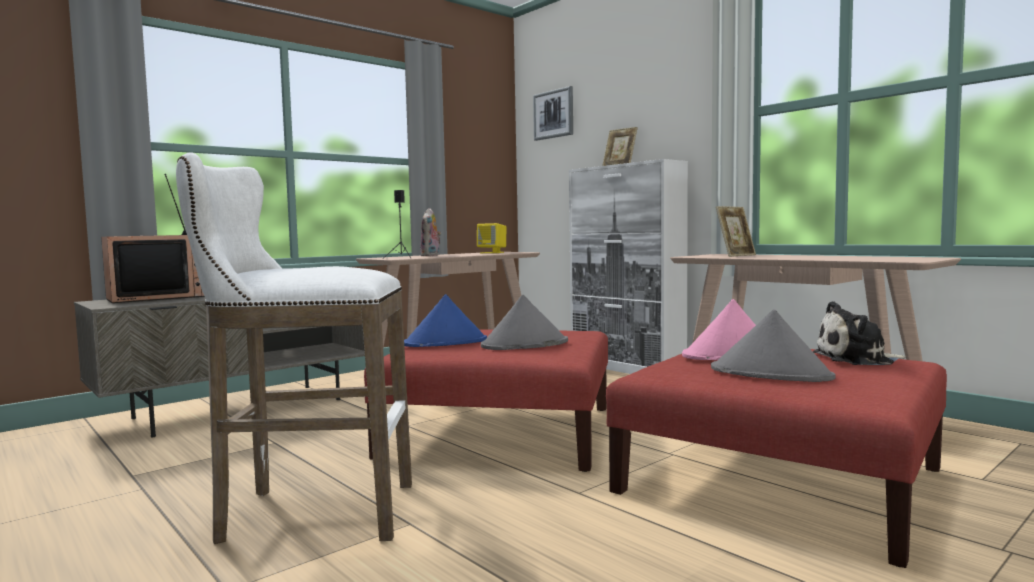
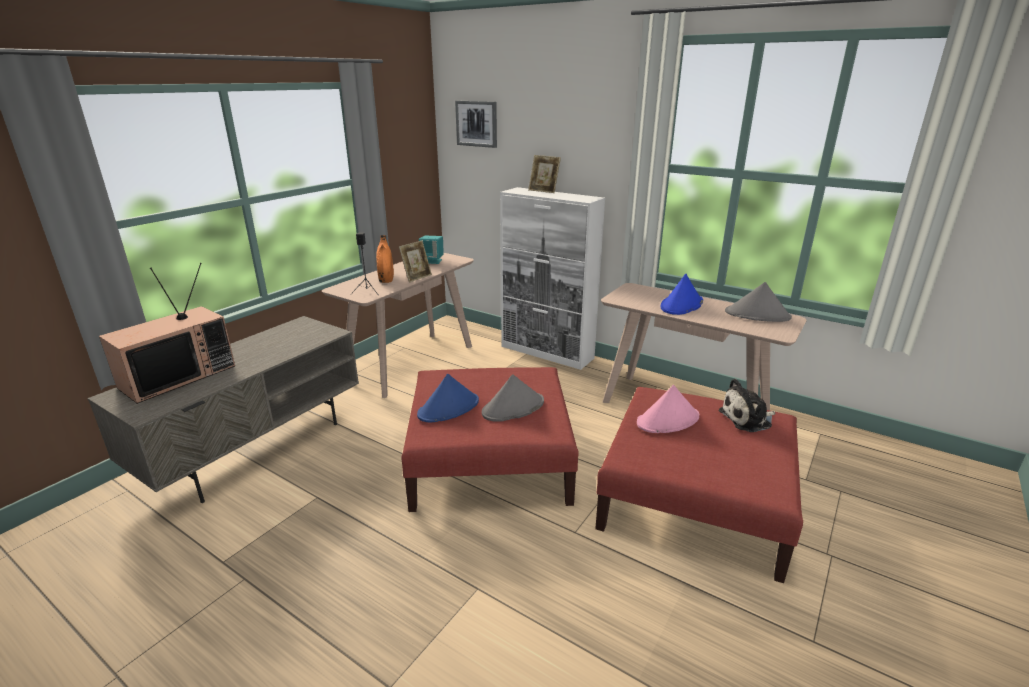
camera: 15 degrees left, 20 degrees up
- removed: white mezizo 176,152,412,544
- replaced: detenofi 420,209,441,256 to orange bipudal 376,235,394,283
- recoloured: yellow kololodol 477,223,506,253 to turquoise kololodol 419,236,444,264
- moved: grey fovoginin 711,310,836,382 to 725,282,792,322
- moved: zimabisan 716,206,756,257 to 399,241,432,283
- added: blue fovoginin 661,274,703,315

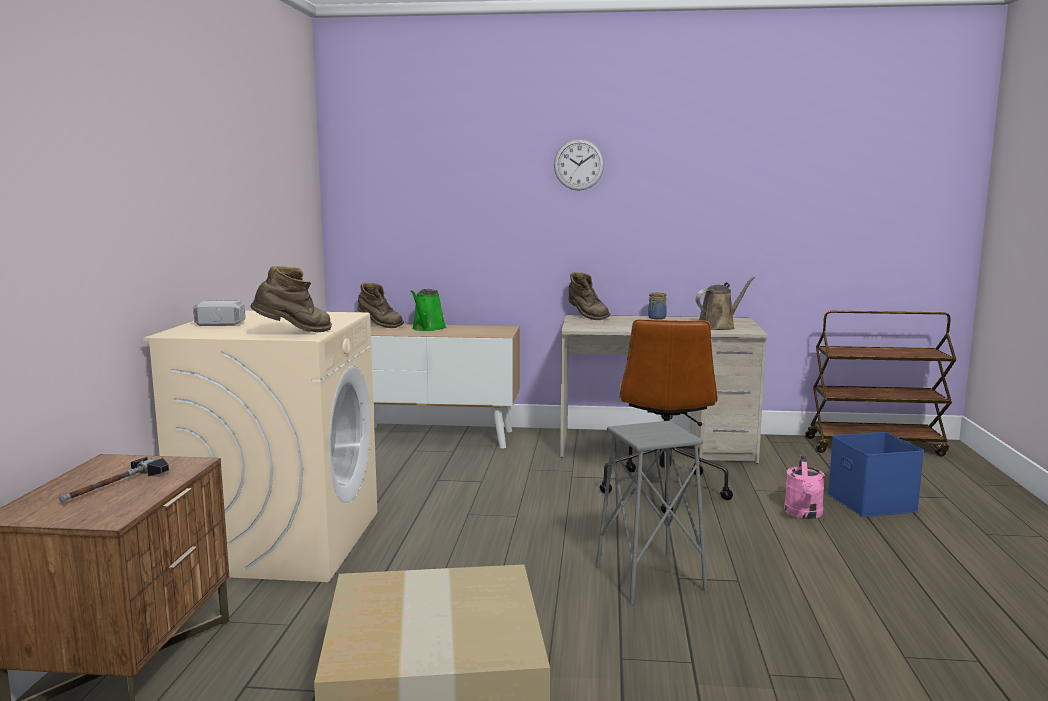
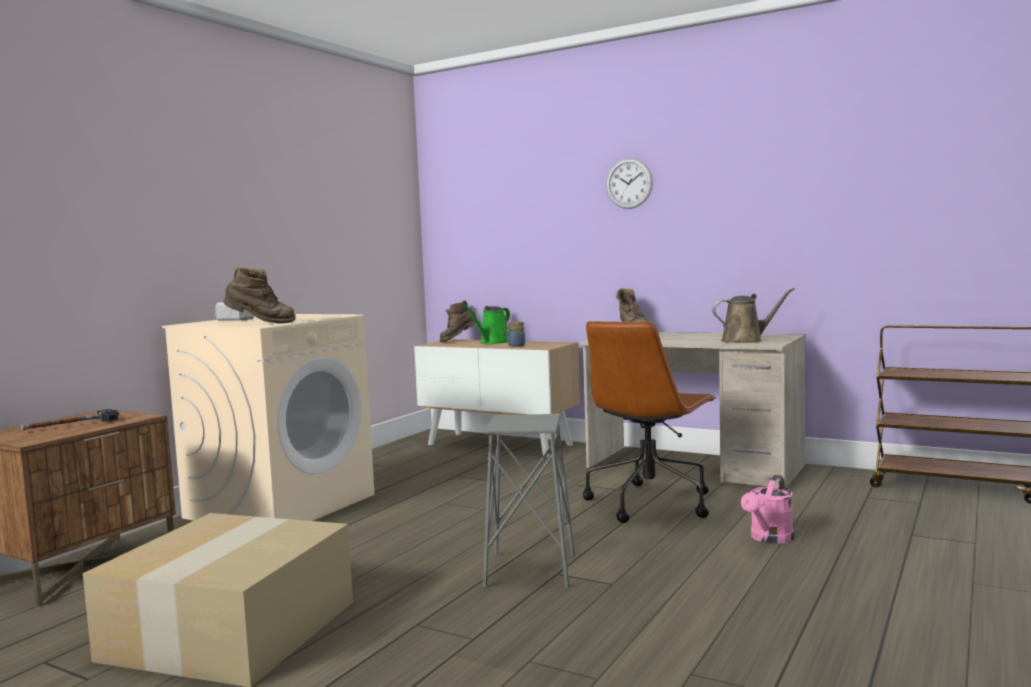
camera: 25 degrees right, 5 degrees down
- turned: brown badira 358,283,404,328 = 440,300,479,342 90 degrees clockwise
- moved: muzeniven 648,292,667,319 to 506,322,525,347
- removed: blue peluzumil 828,432,924,517

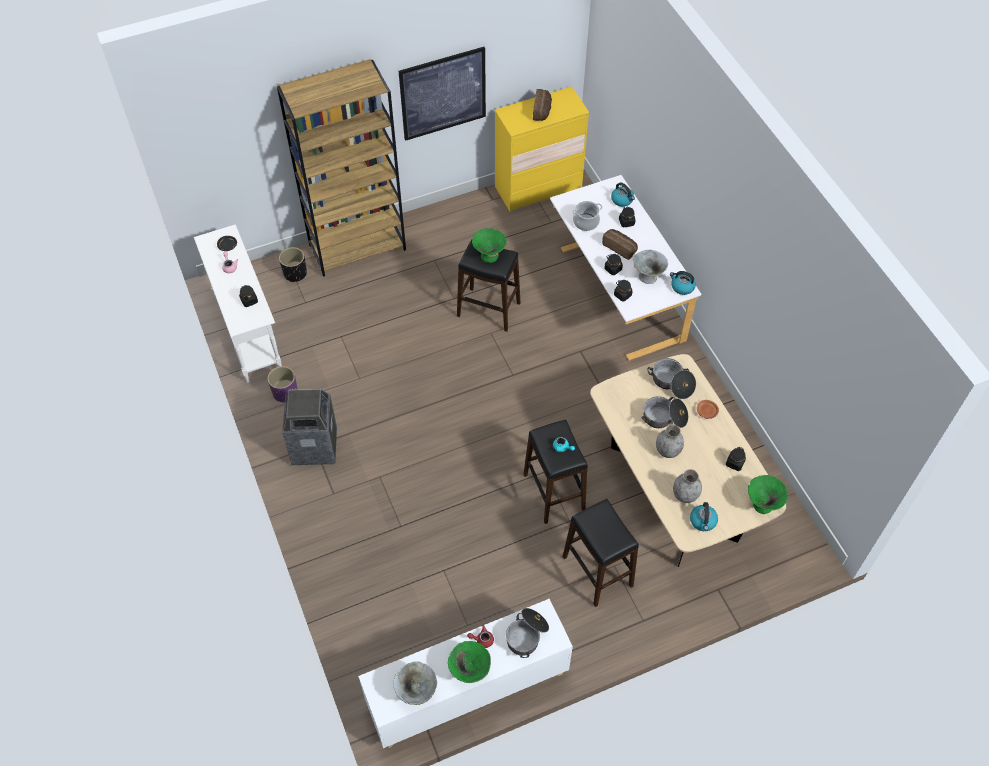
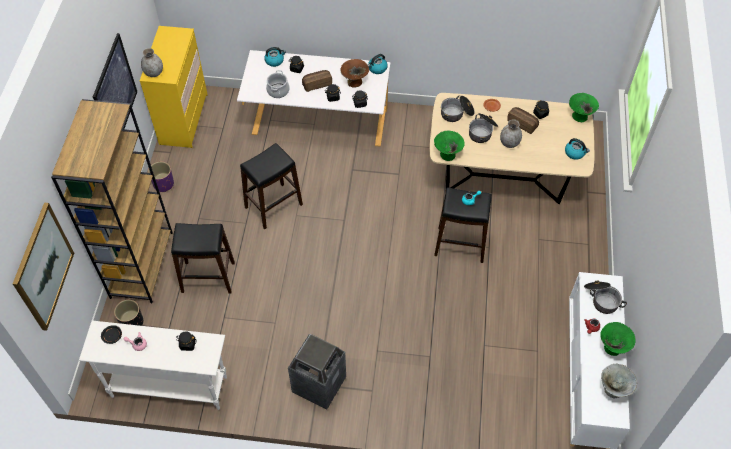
camera: 60 degrees left, 0 degrees up
- moved: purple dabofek 267,366,298,402 to 148,162,174,192
- moved: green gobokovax 472,228,507,263 to 434,131,465,161
- moved: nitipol 533,89,552,121 to 507,107,539,134
- moved: black mezizo 563,499,639,607 to 171,223,235,293
- recoloured: grey gobokovax 633,250,668,284 to brown gobokovax 340,59,369,88
- moved: grey bipudal 673,469,702,503 to 141,48,163,77
- added: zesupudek 13,202,74,331

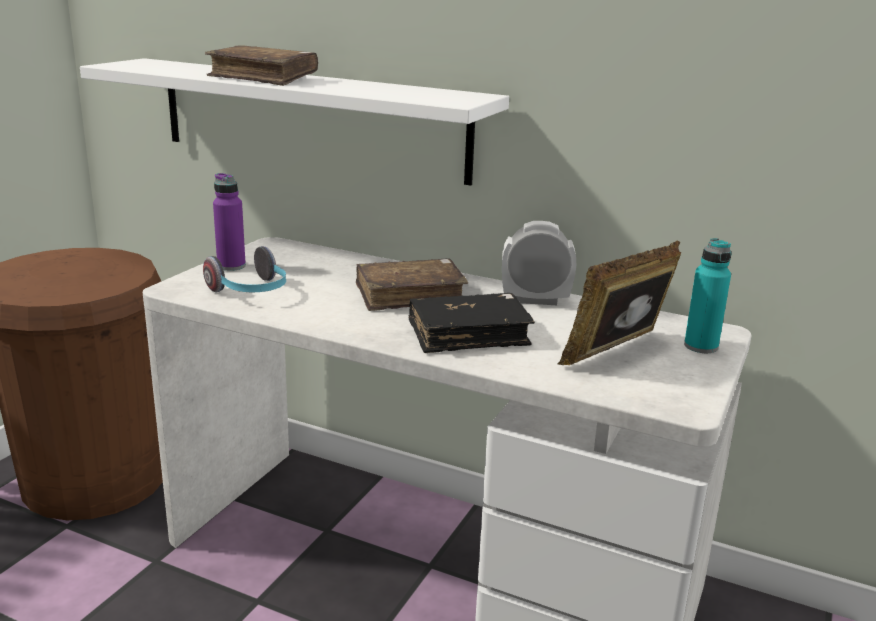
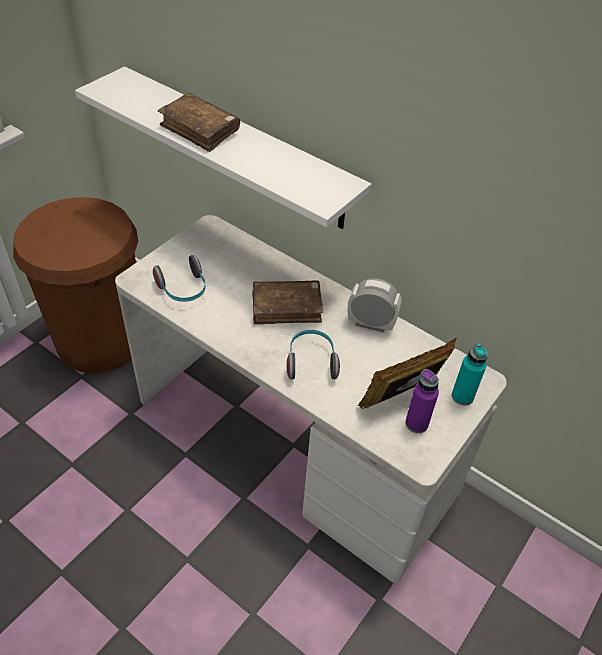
camera: 10 degrees right, 25 degrees up
- moved: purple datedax 213,173,246,271 to 405,369,439,433
- replaced: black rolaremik 409,293,535,353 to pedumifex 286,330,340,380

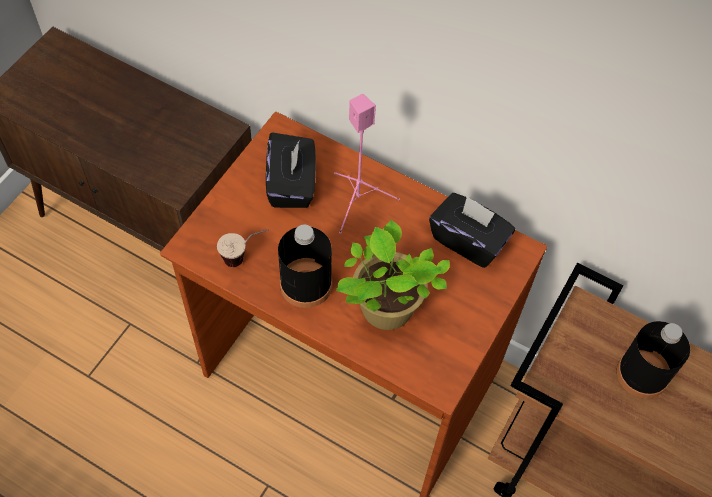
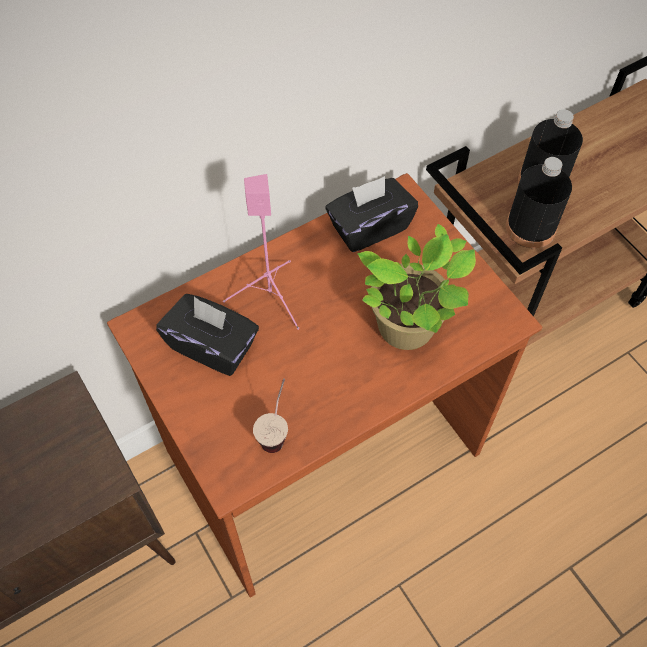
camera: 60 degrees left, 0 degrees up
- moved: black datedax 278,225,332,308 to 506,157,572,248

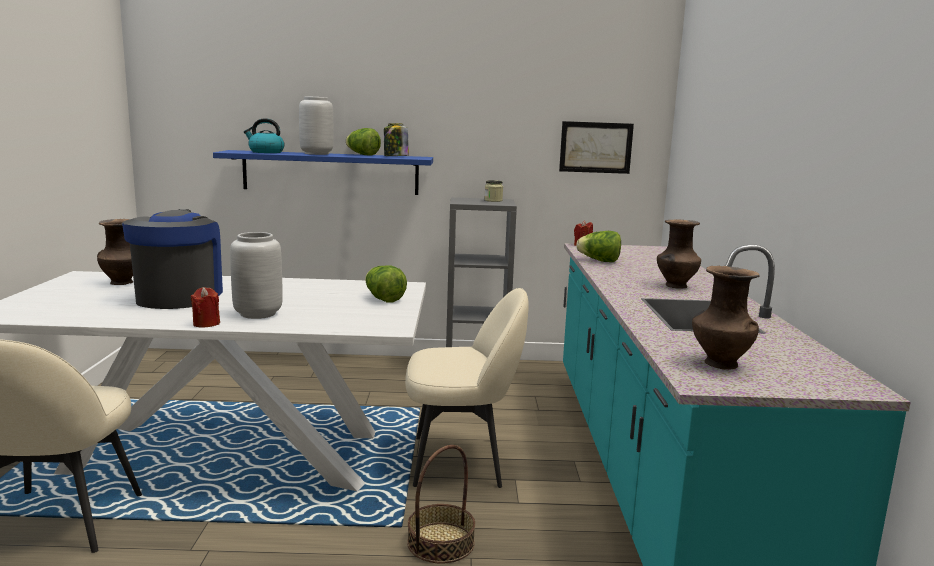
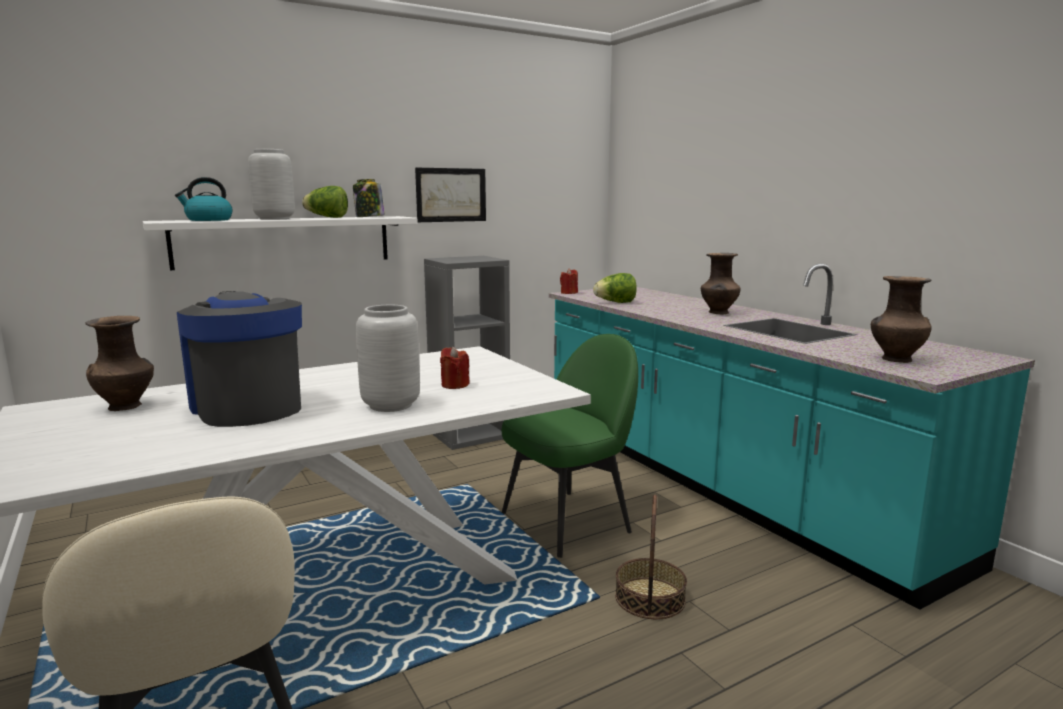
camera: 30 degrees left, 0 degrees up
- moved: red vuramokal 191,287,220,328 to 440,347,470,389
- recoloured: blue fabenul 213,150,433,195 to white fabenul 142,216,418,270
- removed: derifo 365,265,407,303
- recoloured: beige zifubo 405,288,529,488 to green zifubo 502,334,638,558
- removed: muzeniven 484,180,503,202
- moved: zesupudek 559,121,634,174 to 415,168,486,222

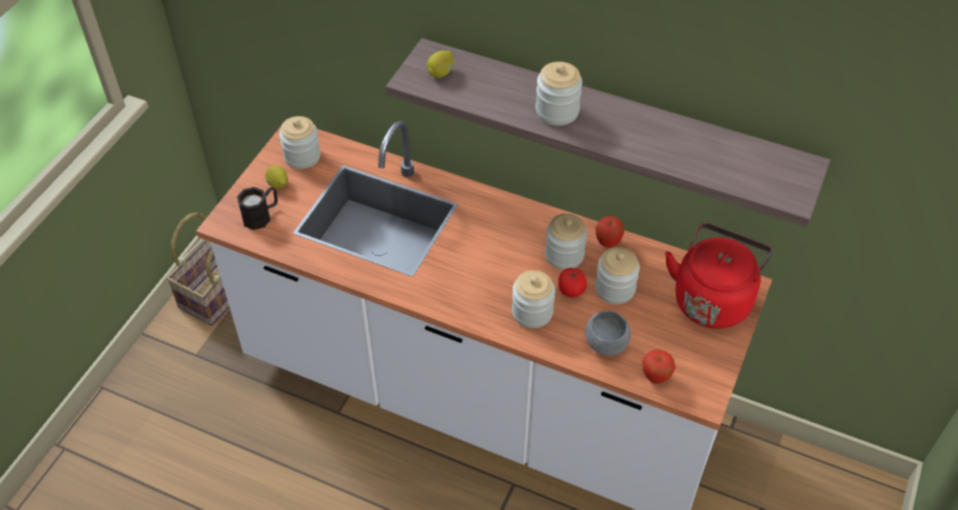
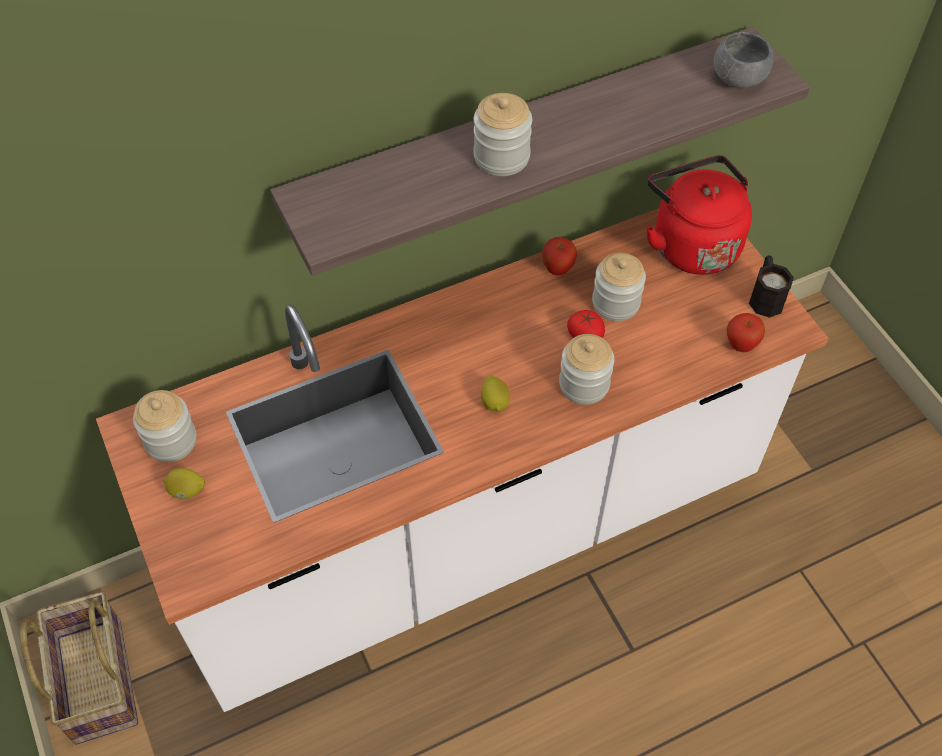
camera: 50 degrees left, 5 degrees up
- moved: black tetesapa 237,187,278,230 to 749,255,794,318
- moved: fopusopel 427,51,453,78 to 481,375,510,412
- removed: muzeniven 545,214,587,270
- moved: grey gobokovax 585,311,631,356 to 714,32,774,88

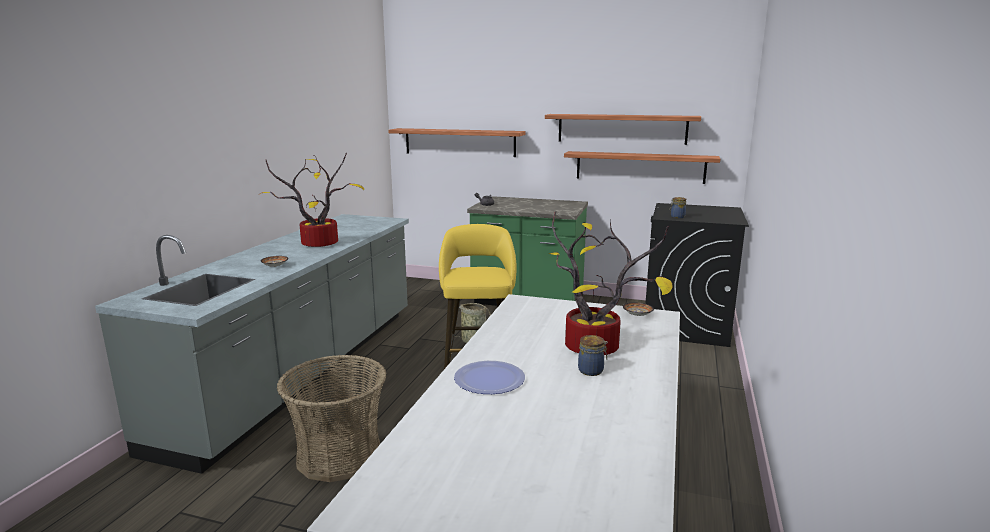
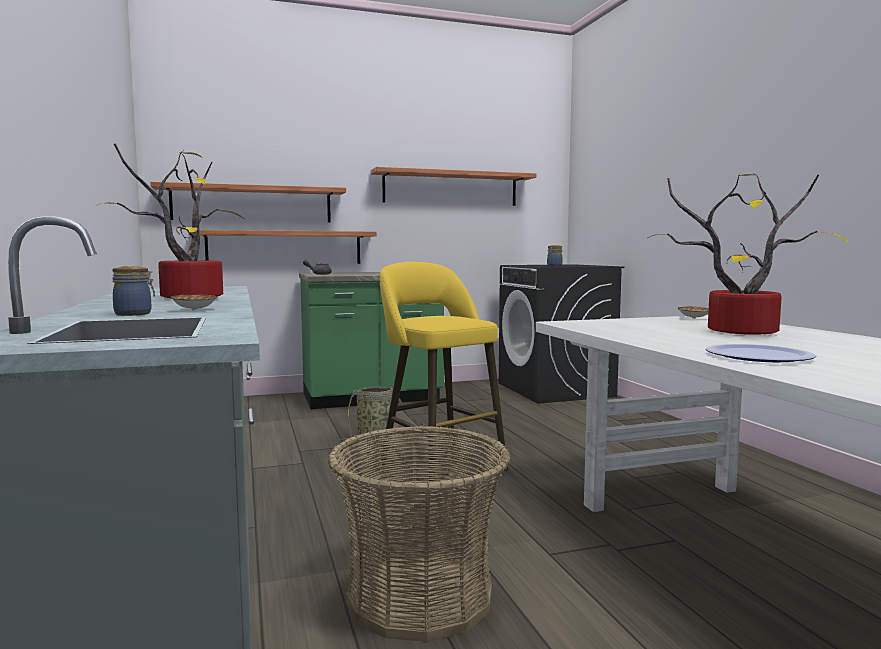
camera: 35 degrees left, 10 degrees down
- moved: fabenul 564,151,720,184 to 189,230,377,264
- moved: muzeniven 578,335,608,376 to 112,266,155,316

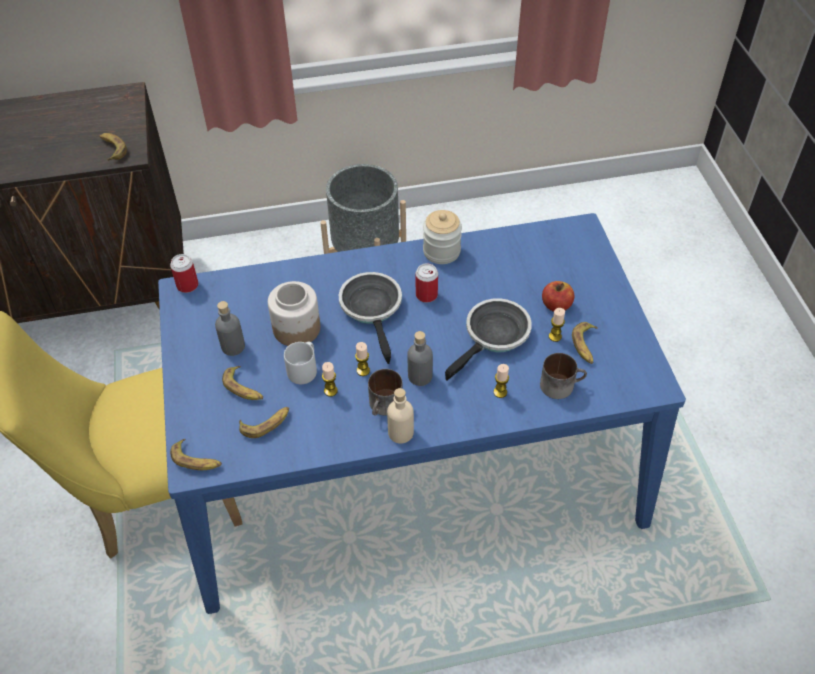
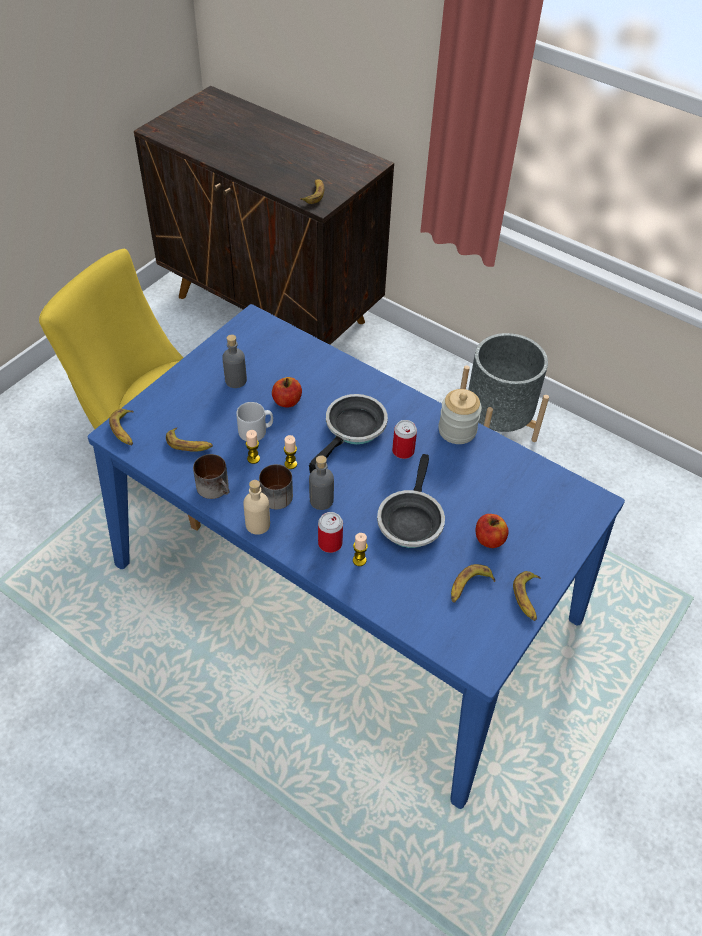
camera: 45 degrees right, 0 degrees up
- moved: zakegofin 170,254,198,293 to 318,512,343,553
- moved: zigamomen 222,366,263,400 to 513,571,541,621
- replaced: muzeniven 268,281,320,346 to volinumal 272,377,302,408
- turned: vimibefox 445,298,532,381 = 377,454,445,548 105 degrees clockwise
- moved: tetesapa 540,353,587,399 to 193,454,230,499
- removed: vuramokal 549,308,565,342

